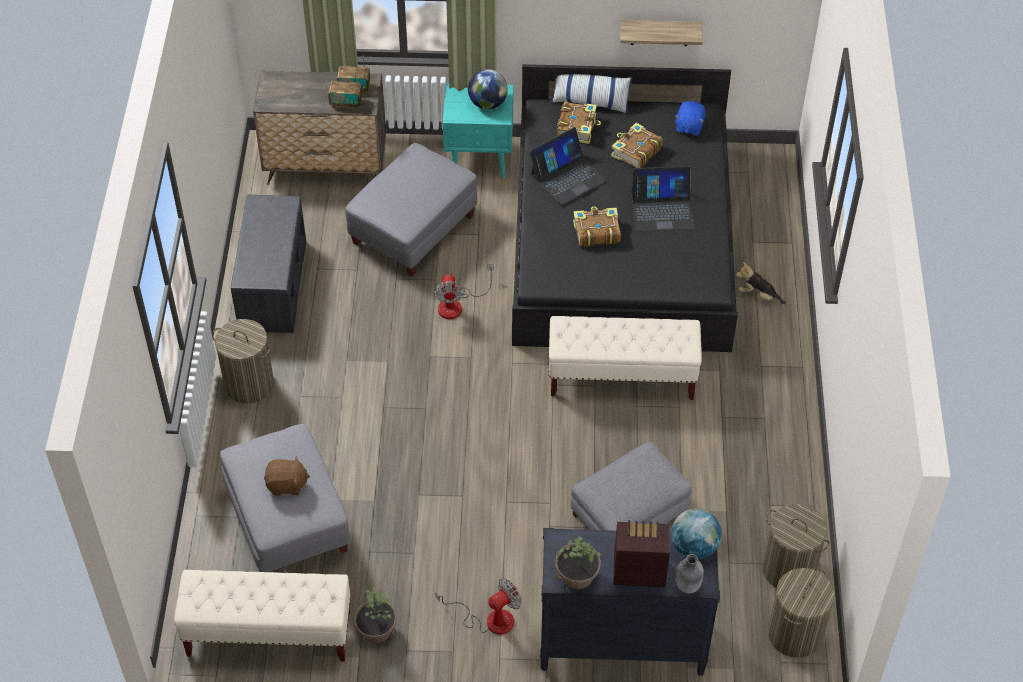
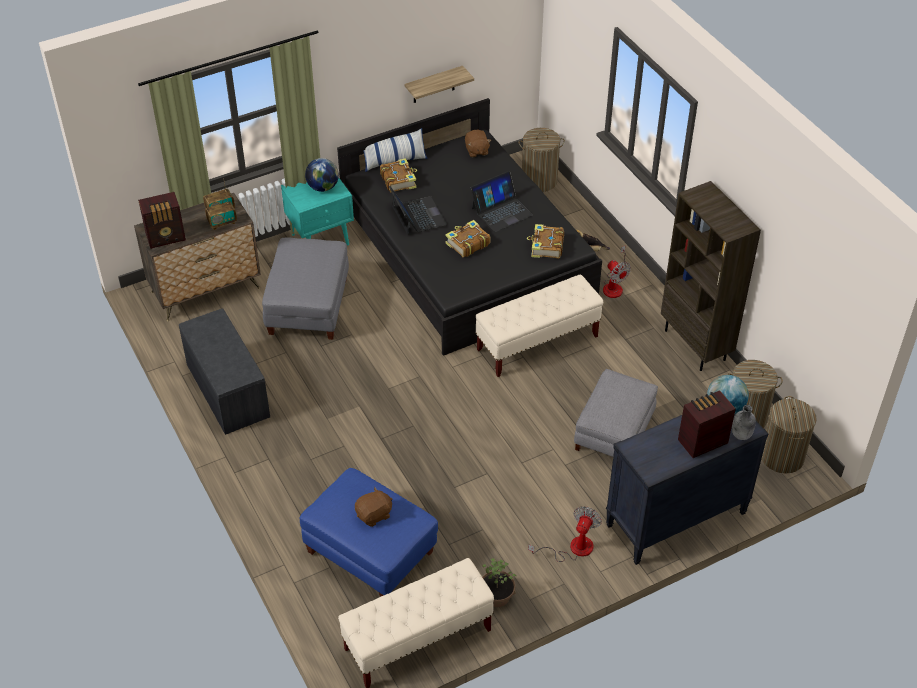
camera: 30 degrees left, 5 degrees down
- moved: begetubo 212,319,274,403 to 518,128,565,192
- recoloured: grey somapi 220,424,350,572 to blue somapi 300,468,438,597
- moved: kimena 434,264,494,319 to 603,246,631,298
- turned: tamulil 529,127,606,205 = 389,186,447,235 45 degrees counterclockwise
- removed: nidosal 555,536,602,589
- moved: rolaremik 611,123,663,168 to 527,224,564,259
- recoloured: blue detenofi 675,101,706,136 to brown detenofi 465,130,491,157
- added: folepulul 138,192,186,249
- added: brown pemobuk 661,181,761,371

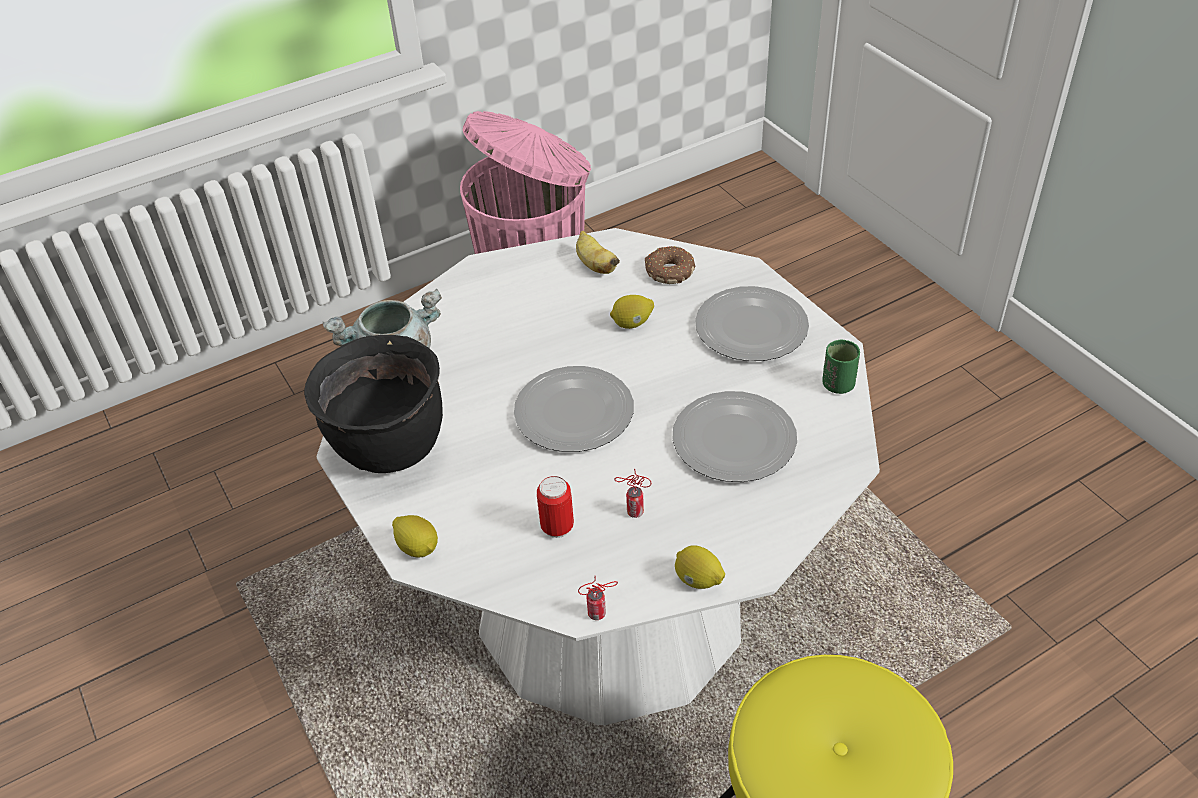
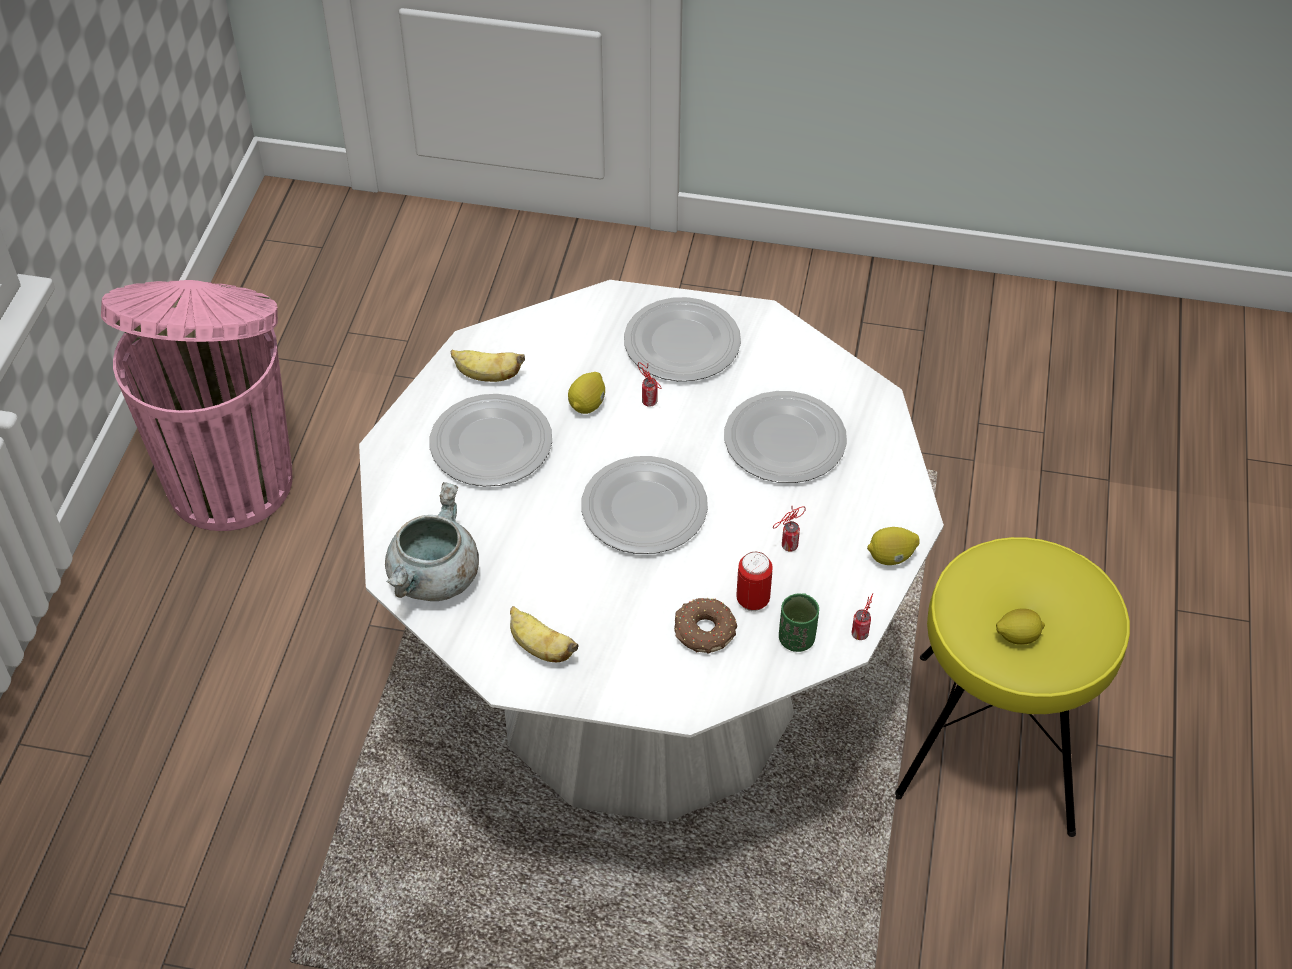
camera: 50 degrees left, 5 degrees up
- replaced: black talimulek 304,335,443,473 to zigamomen 510,606,578,662
- moved: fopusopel 392,515,438,558 to 996,609,1045,645
- moved: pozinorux 645,246,695,284 to 674,598,737,654
- moved: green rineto 823,340,860,394 to 779,593,819,652
- added: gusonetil 430,394,552,486
- added: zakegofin 638,362,661,407

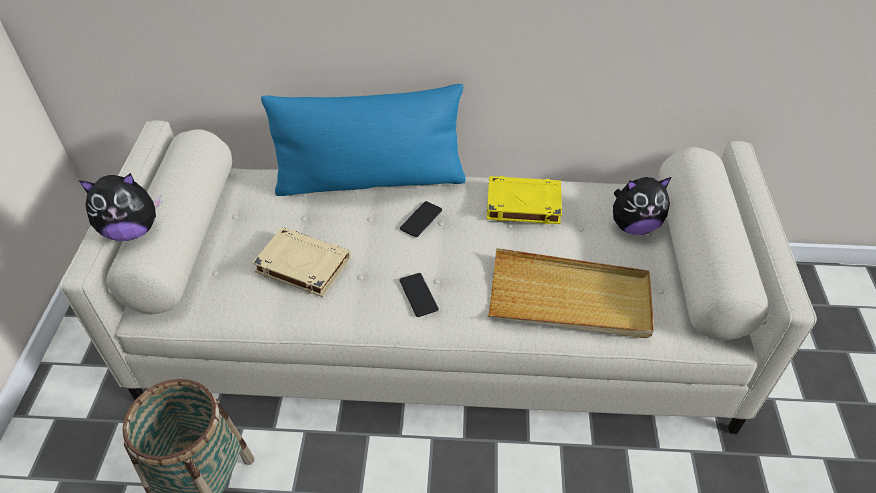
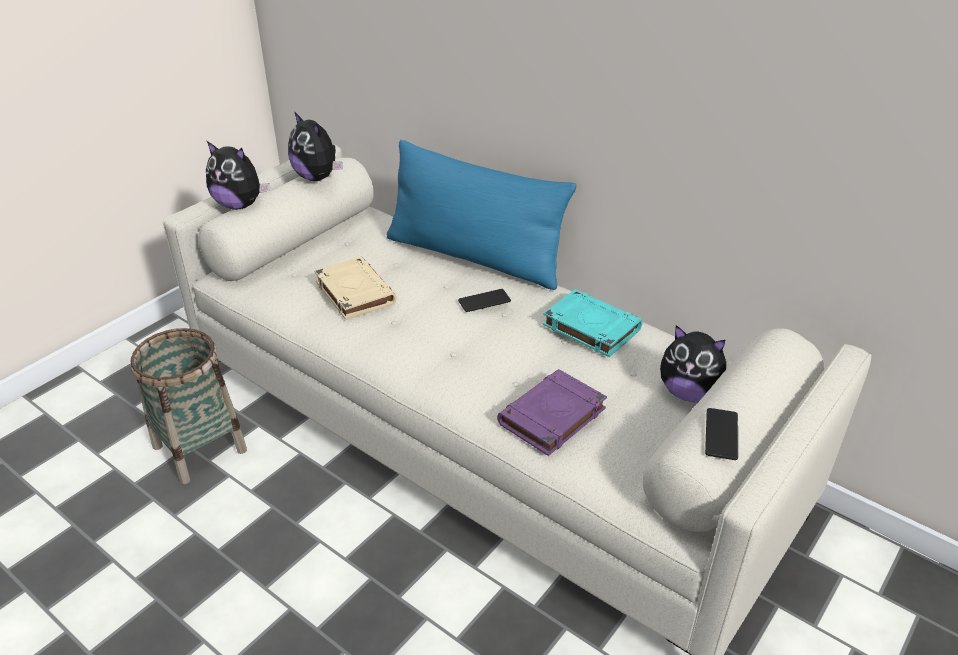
camera: 35 degrees right, 10 degrees down
- moved: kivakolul 399,273,439,317 to 705,408,738,460
- recoloured: yellow rolaremik 487,176,562,224 to turquoise rolaremik 543,289,643,357
- replaced: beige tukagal 488,248,654,338 to purple rolaremik 497,369,607,456
- added: detenofi 288,111,343,181

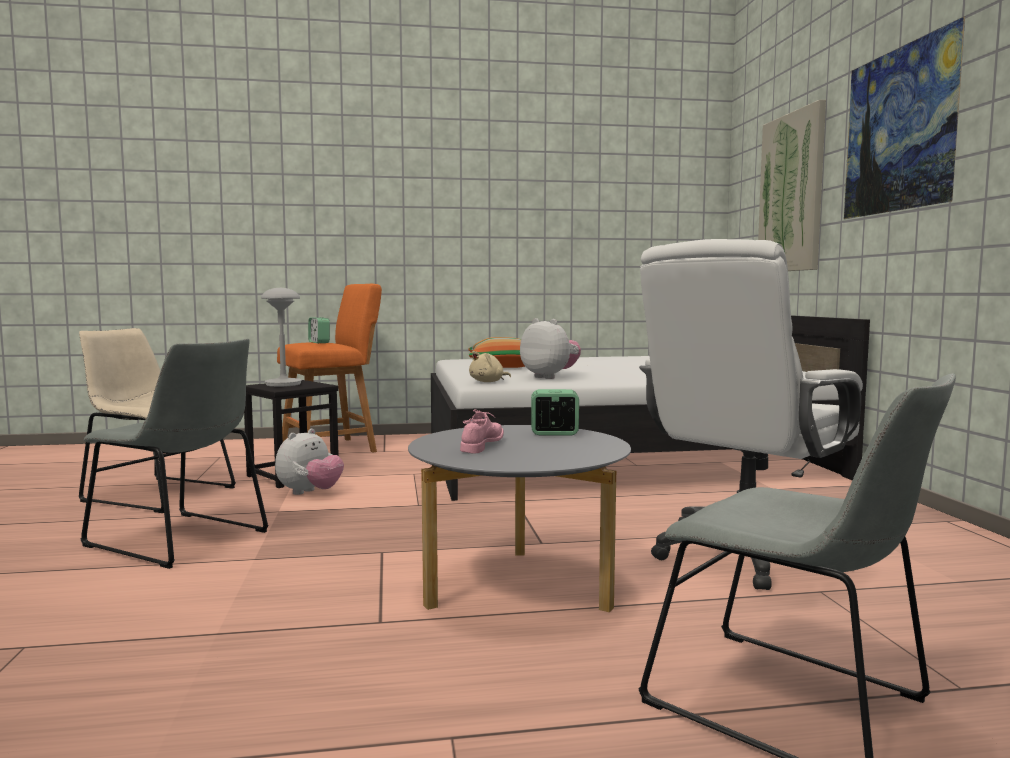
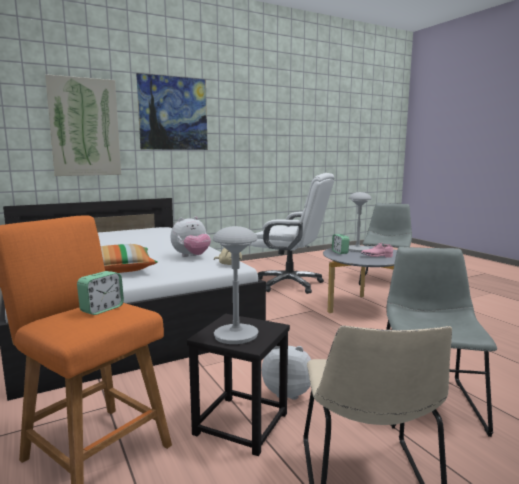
camera: 110 degrees left, 5 degrees up
- turned: detenofi 520,318,581,379 = 171,216,211,257 150 degrees counterclockwise
- added: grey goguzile 349,192,372,252

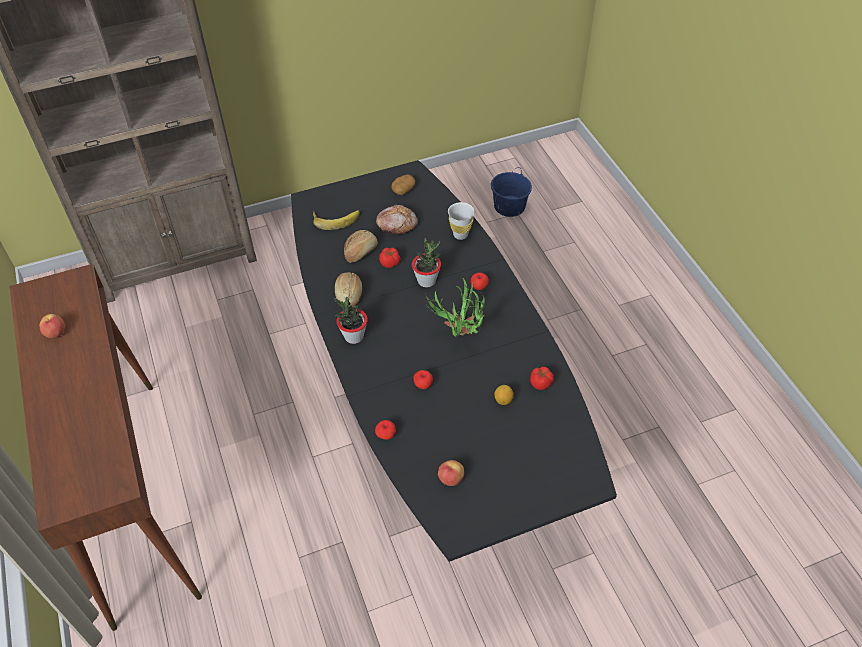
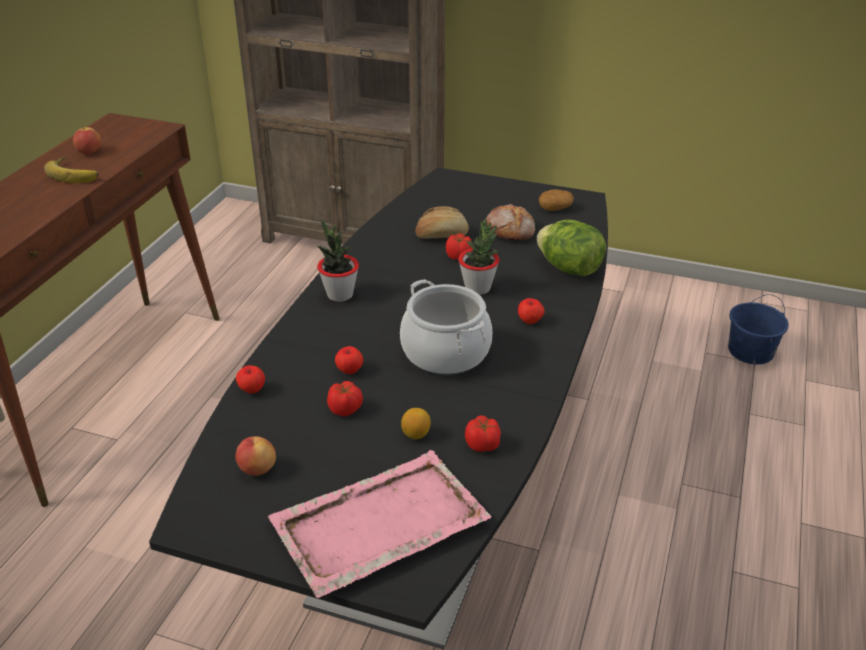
camera: 40 degrees right, 15 degrees down
- moved: zigamomen 313,210,360,230 to 44,156,99,183
- removed: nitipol 335,272,362,307
- replaced: nidosal 426,278,485,337 to talimulek 400,279,492,375
- replaced: white rineto 448,202,475,240 to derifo 537,220,606,277
- added: pink tukagal 268,450,492,598
- added: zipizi 327,381,363,416

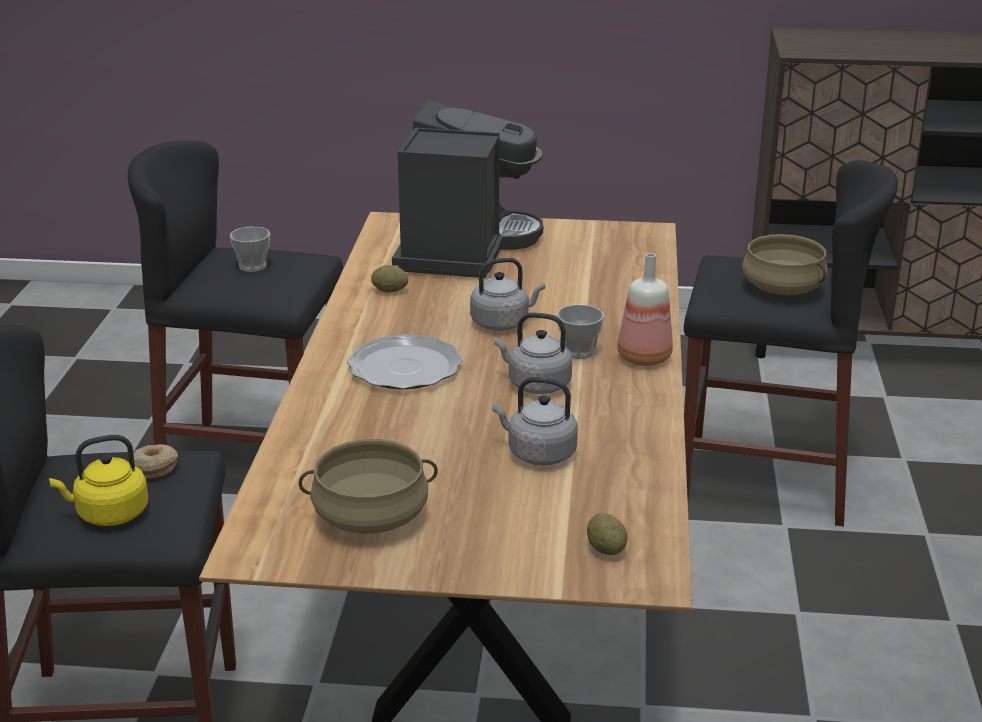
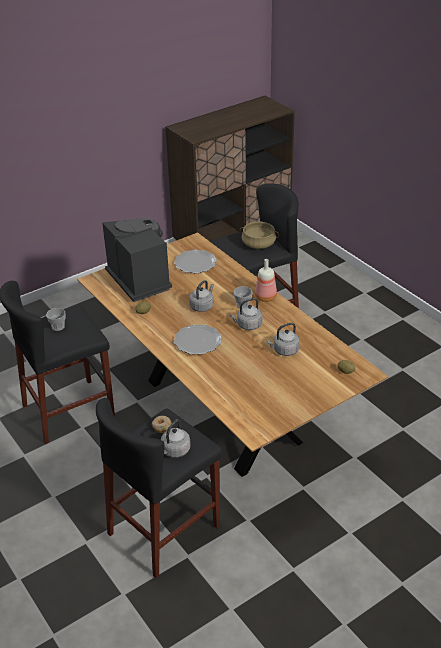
camera: 40 degrees left, 10 degrees up
- recoloured: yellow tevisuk 49,435,148,526 to grey tevisuk 161,419,191,458
- removed: beige talimulek 299,439,438,534
- added: gusonetil 174,249,217,274

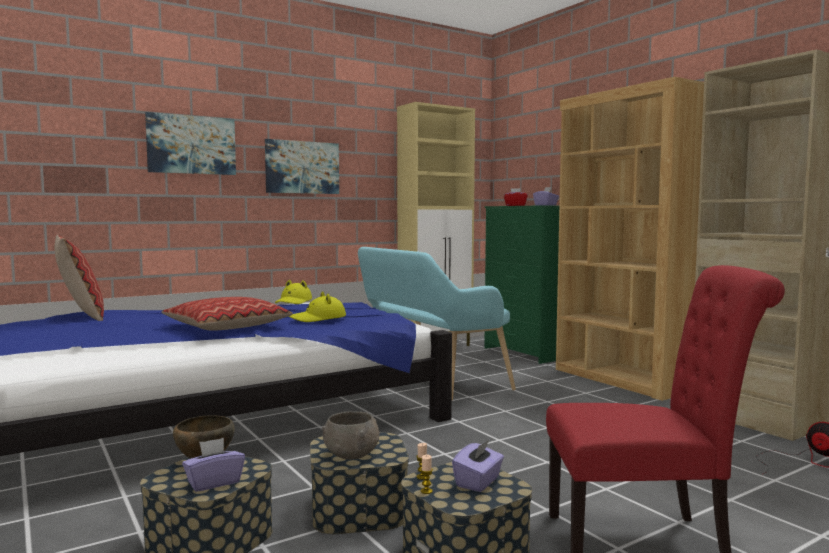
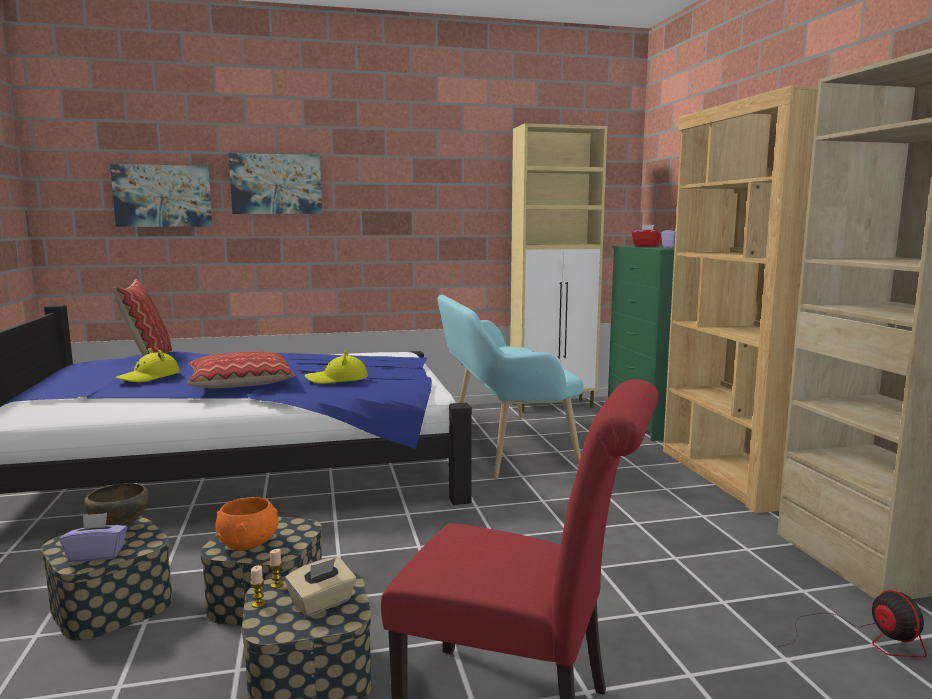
camera: 20 degrees right, 5 degrees up
- moved: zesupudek 265,139,339,194 to 110,164,213,227
- moved: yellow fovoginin 275,280,312,304 to 116,348,180,382
- recoloured: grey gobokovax 322,411,380,459 to orange gobokovax 216,497,278,550
- recoloured: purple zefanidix 452,439,504,492 to beige zefanidix 285,557,356,616

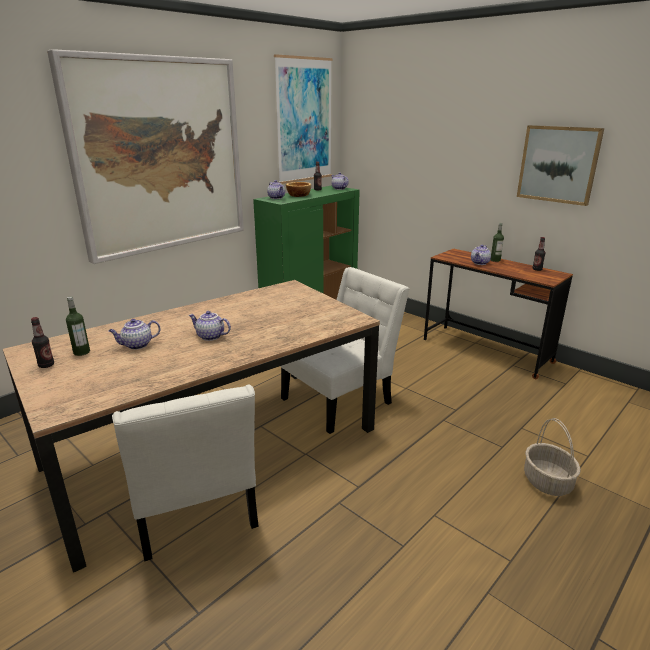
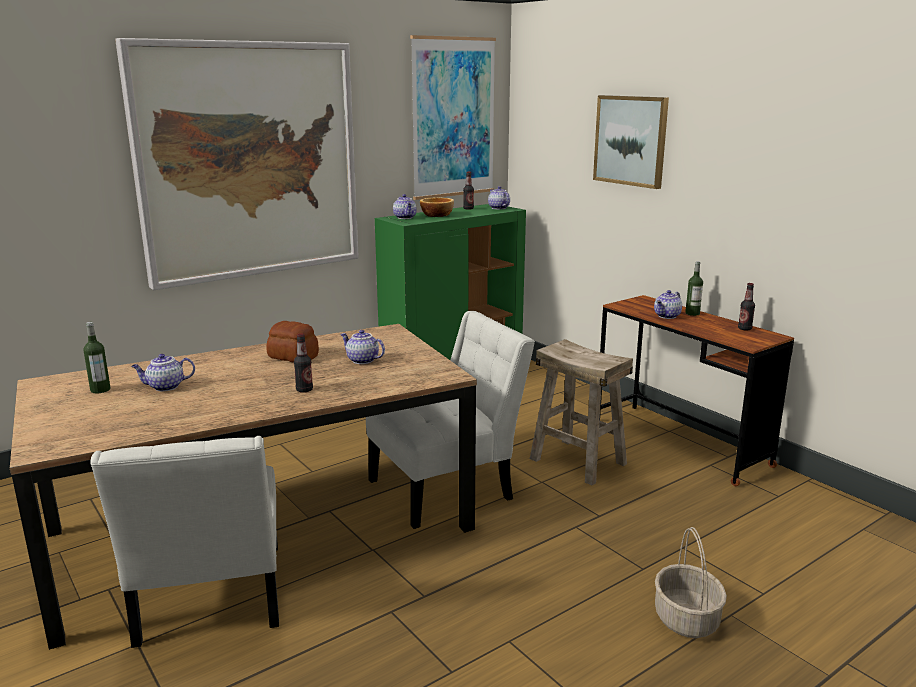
camera: 10 degrees right, 5 degrees down
- moved: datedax 31,317,54,368 to 294,333,313,393
- moved: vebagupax 189,311,231,341 to 340,330,385,364
- moved: zesupudek 517,125,604,206 to 593,95,669,189
- added: nitipol 266,321,319,362
- added: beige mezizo 530,339,633,485

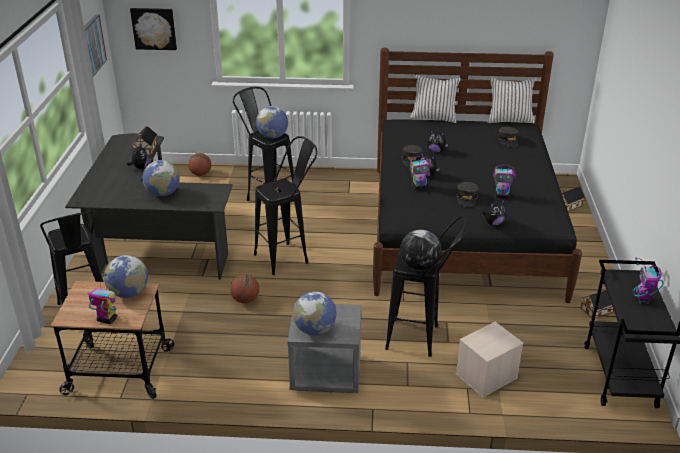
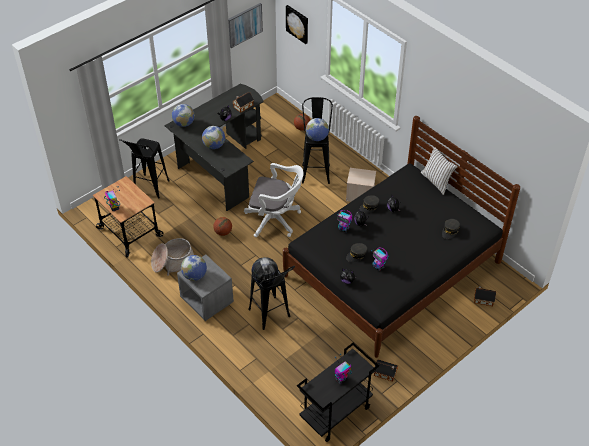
camera: 45 degrees right, 15 degrees up
- moved: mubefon 104,255,148,298 to 172,104,195,127
- replaced: black mezizo 254,136,317,275 to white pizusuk 244,163,304,237
- moved: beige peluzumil 456,322,524,398 to 346,168,376,202
- removed: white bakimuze 487,78,536,123
- added: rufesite 151,238,194,276

